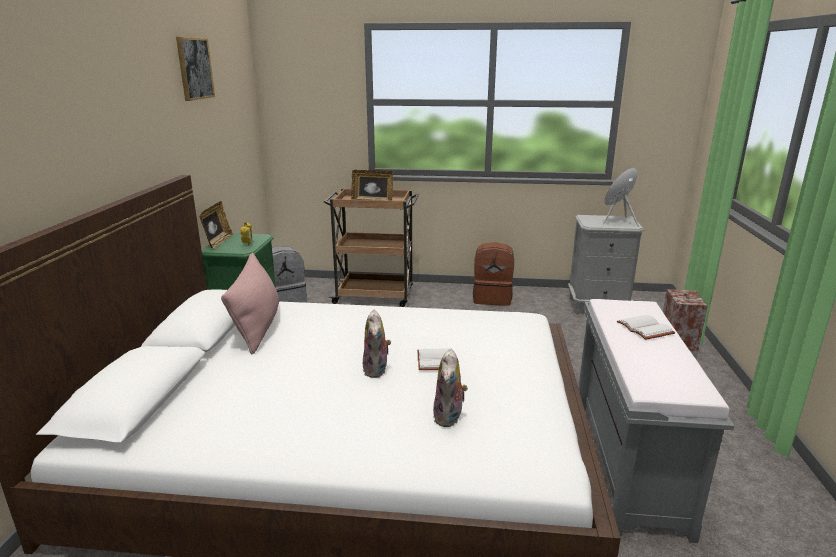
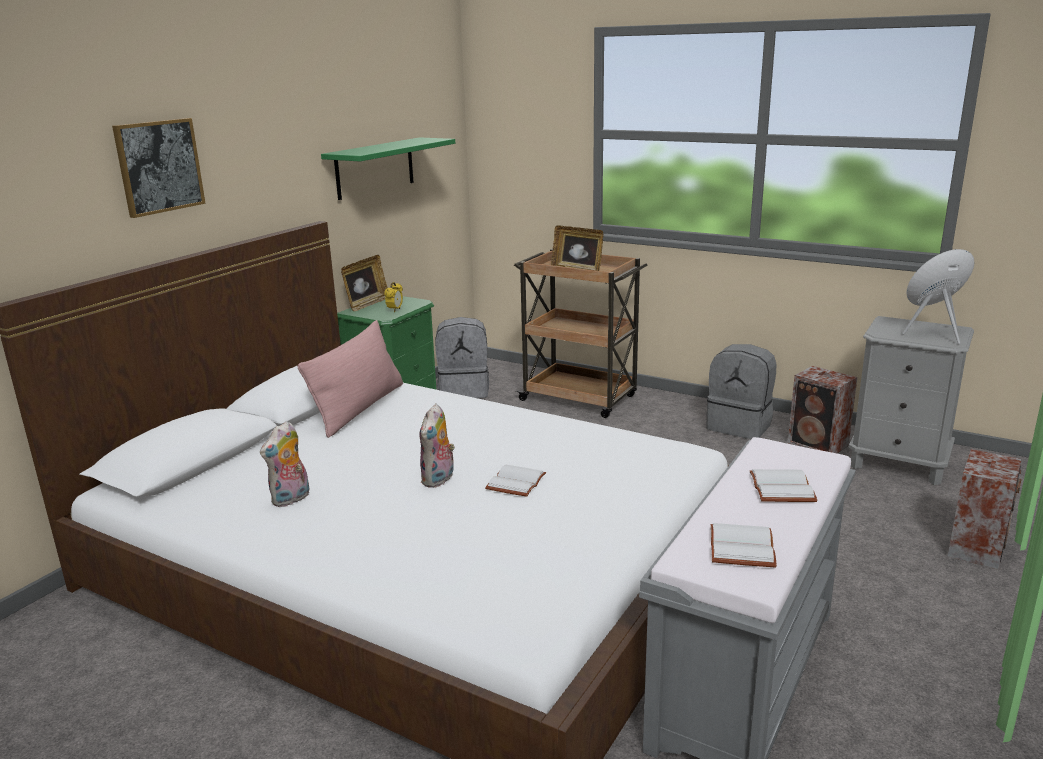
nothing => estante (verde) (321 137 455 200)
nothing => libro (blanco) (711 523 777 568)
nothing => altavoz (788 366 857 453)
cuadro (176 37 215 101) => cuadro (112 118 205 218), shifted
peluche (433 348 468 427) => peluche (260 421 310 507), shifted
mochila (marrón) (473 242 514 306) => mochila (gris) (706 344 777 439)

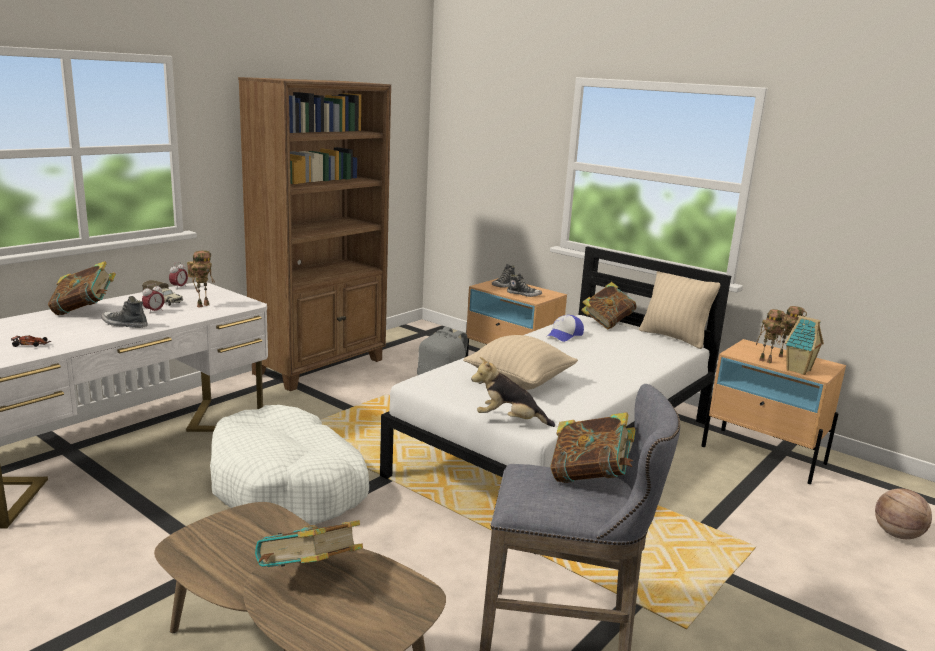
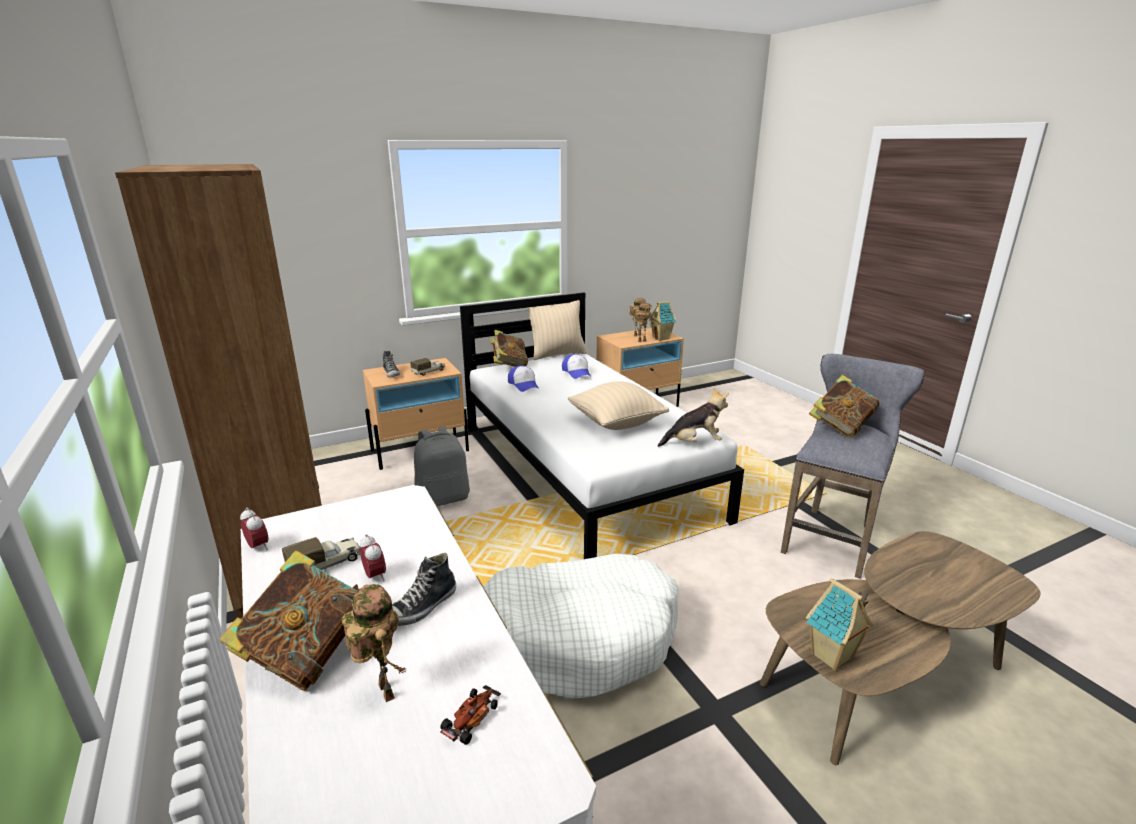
libro (255 520 363 567) => nothing
balón de baloncesto (875 488 932 539) => nothing
nothing => gorra (562 354 591 379)
nothing => casita (806 578 874 671)
robot de juguete (187 250 215 308) => robot de juguete (342 584 407 702), shifted
zapato (507 273 542 297) => camión de juguete (410 358 445 376)
peluche (471 357 555 427) => peluche (658 387 729 447), 135 degrees counterclockwise

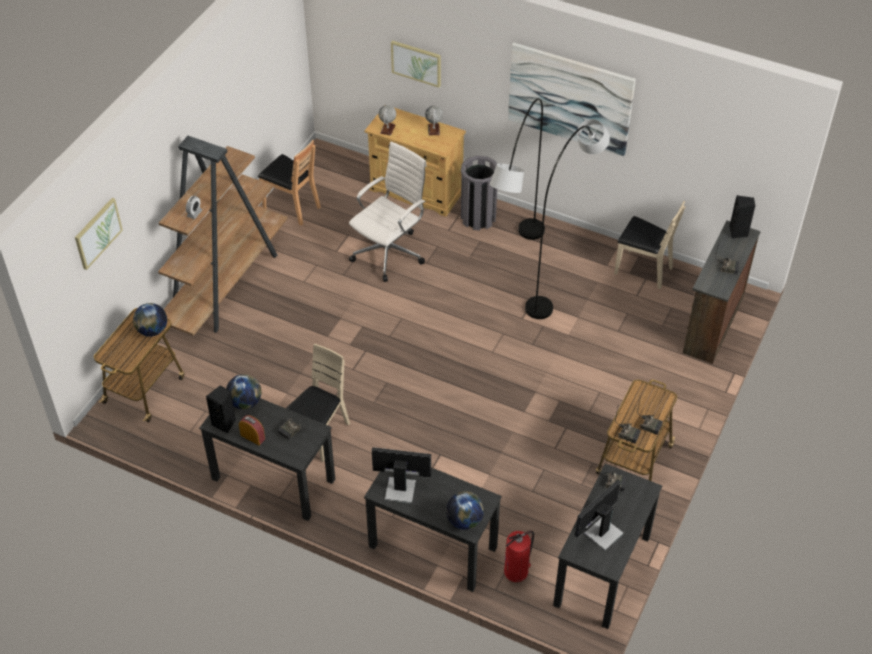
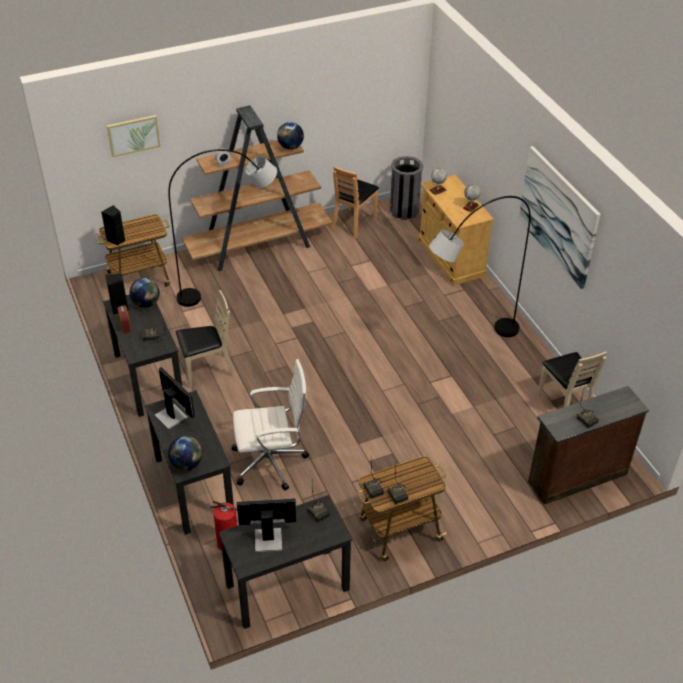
cuadro (391 40 441 88) => nothing
globo terráqueo (133 303 167 337) => globo terráqueo (277 122 304 149), shifted
silla de oficina (blanco) (349 142 427 282) => silla de oficina (blanco) (232 359 309 490), shifted
papelera (gris) (461 156 497 230) => papelera (gris) (390 156 423 220), shifted
lámpara de pie (gris) (525 119 610 319) => lámpara de pie (gris) (168 149 277 307), shifted
altavoz (negro) (730 195 755 239) => altavoz (negro) (101 205 125 245), shifted
silla (marrón) (258 140 321 226) => silla (marrón) (332 166 379 239), 45 degrees clockwise

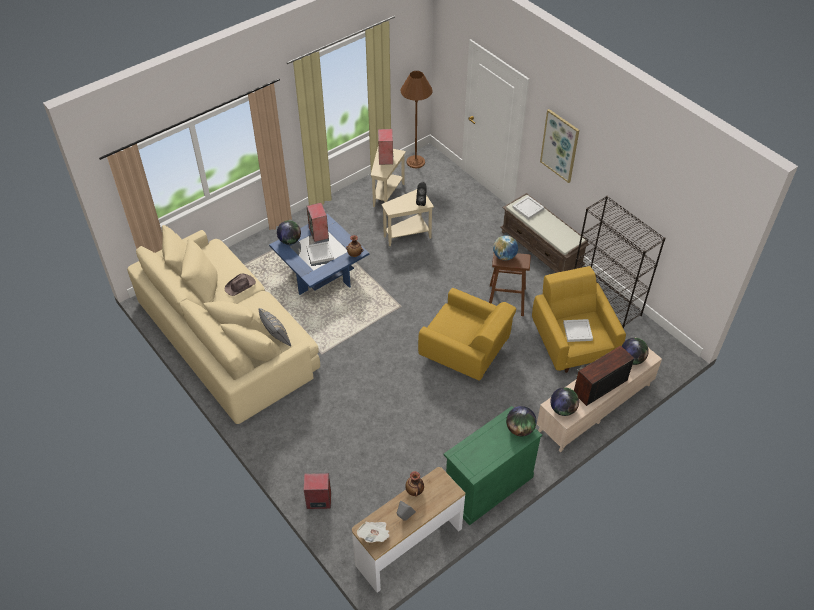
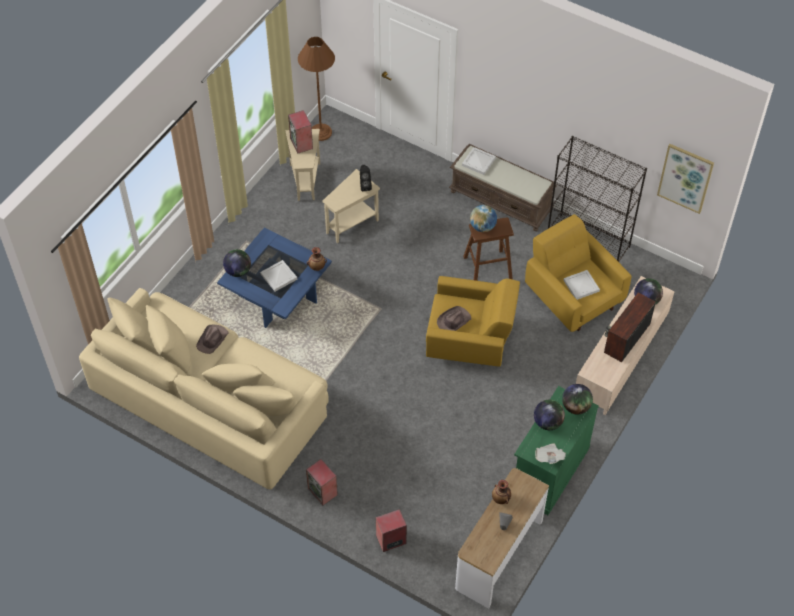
cojín (gris) (258 308 291 347) => nothing
nothing => sombrero (marrón) (437 306 471 331)
altavoz (306 203 329 242) => altavoz (306 459 338 505), shifted
periódico (357 522 390 543) => periódico (535 443 566 464), shifted
cuadro (540 109 579 183) => cuadro (657 144 714 214), shifted
globo terráqueo (550 387 579 416) => globo terráqueo (534 400 565 430), shifted

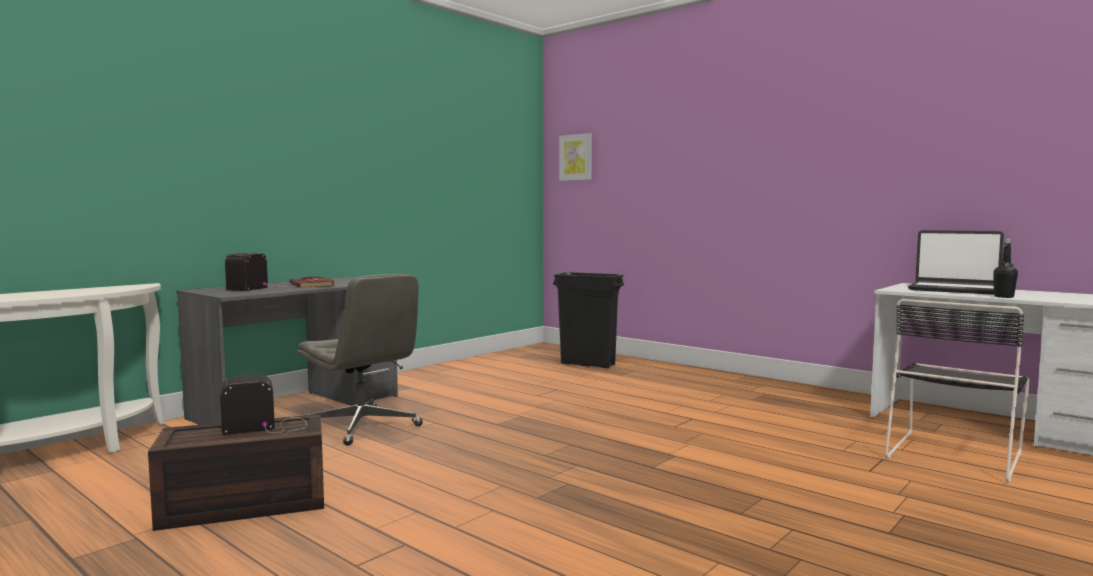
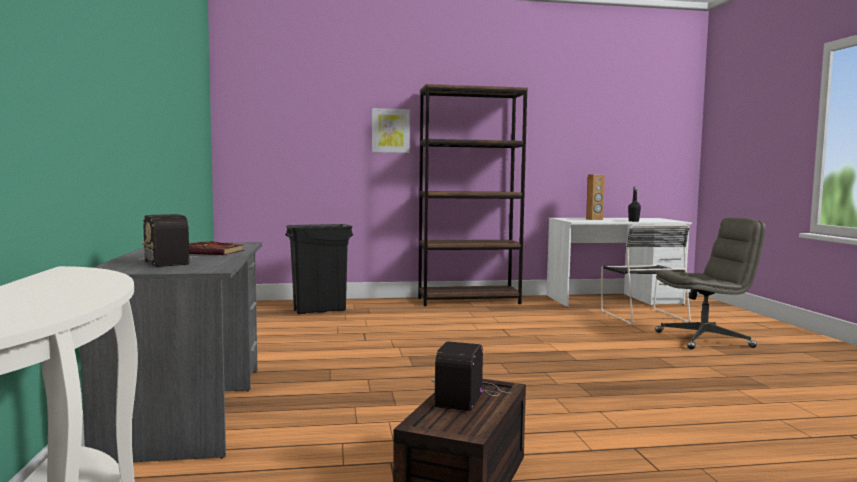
nothing => estantería (marrón) (418 84 528 306)
silla de oficina (gris) (297 274 423 446) => silla de oficina (gris) (655 217 766 349), shifted
cuadro (559 133 592 181) => cuadro (372 108 410 153), shifted
portátil (908 230 1004 295) => altavoz (marrón) (586 175 605 220)

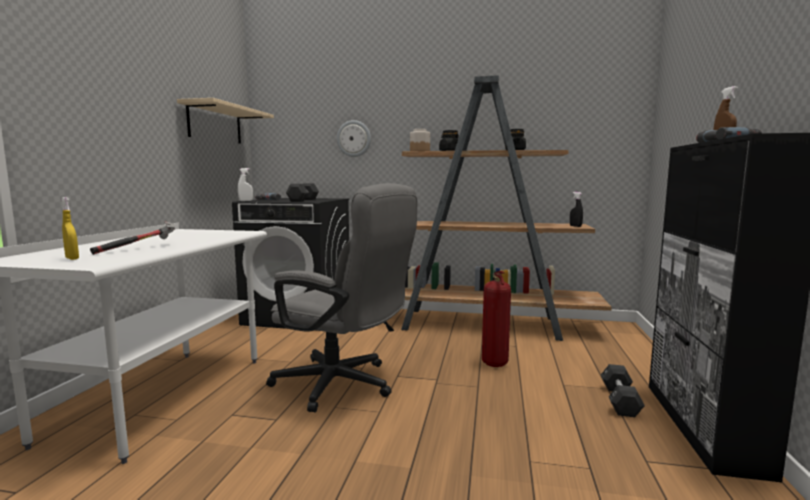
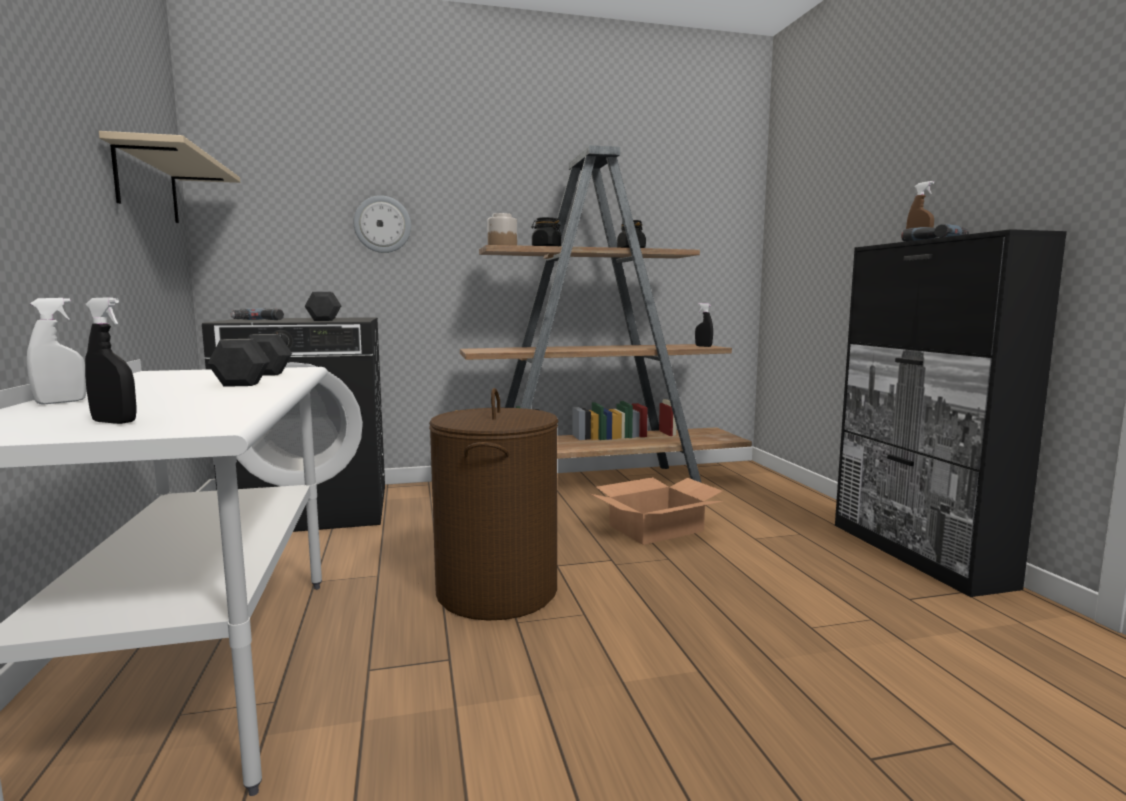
martillo (90 222 175 255) => nothing
pulverizador (blanco) (238 168 253 201) => pulverizador (blanco) (27 298 87 405), shifted
mancuerna (negro) (601 364 645 417) => mancuerna (negro) (207 334 292 387), shifted
silla de oficina (gris) (266 183 417 413) => cesto de la ropa (marrón) (429 388 558 621)
extintor (482 271 511 367) => caja de cartón (591 477 723 545)
pulverizador (amarillo) (62 197 79 260) => pulverizador (negro) (85 297 137 424)

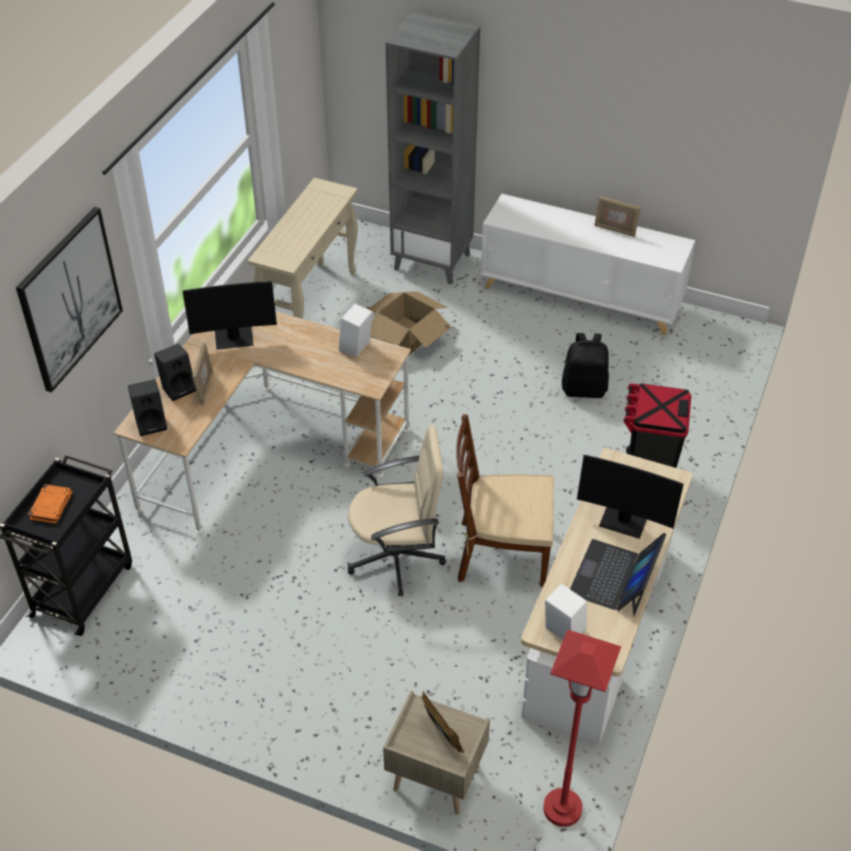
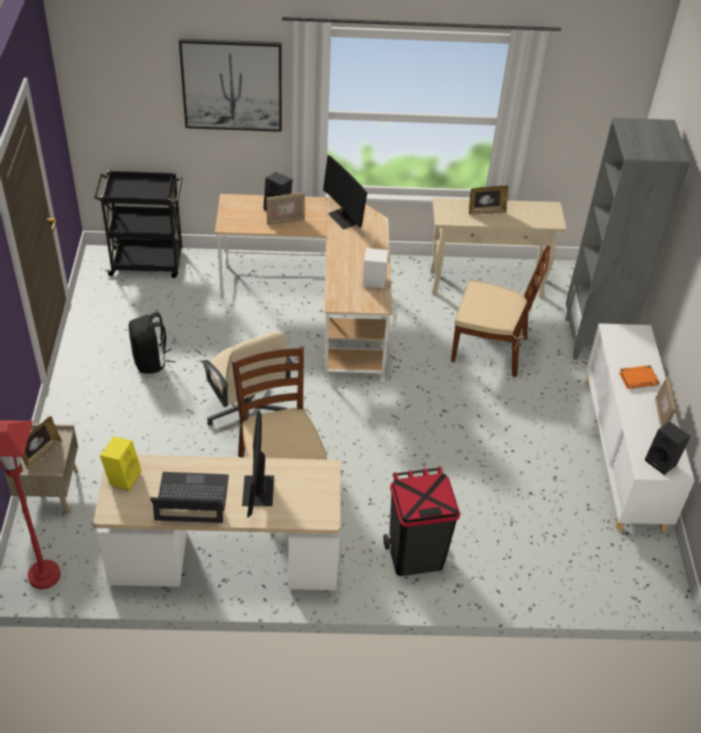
nothing => portarretratos (469 186 508 215)
libro (naranja) (28 484 73 524) => libro (naranja) (619 365 659 389), shifted
altavoz (negro) (128 379 167 436) => altavoz (negro) (645 421 691 475), shifted
mochila (negro) (562 333 609 398) => mochila (negro) (129 312 176 374), shifted
caja de cartón (368 291 451 355) => silla (marrón) (451 245 551 378)
altavoz (blanco) (545 583 587 640) => altavoz (amarillo) (100 436 142 491)

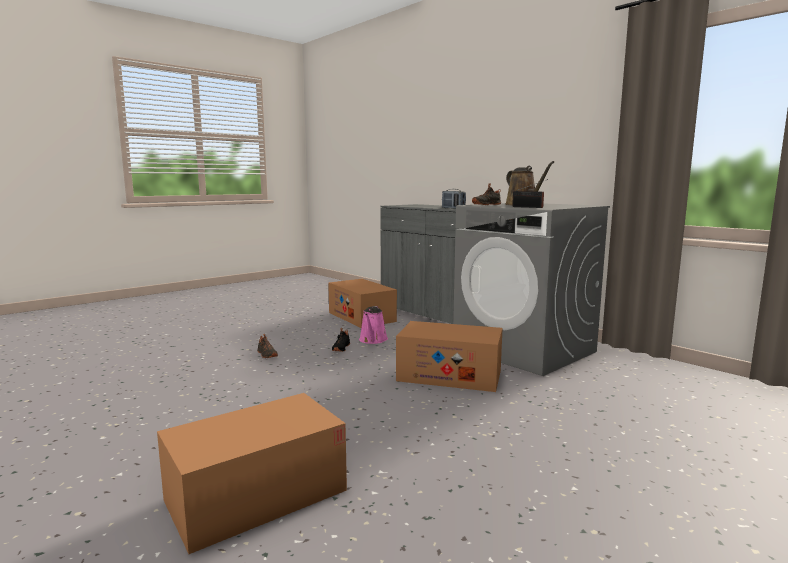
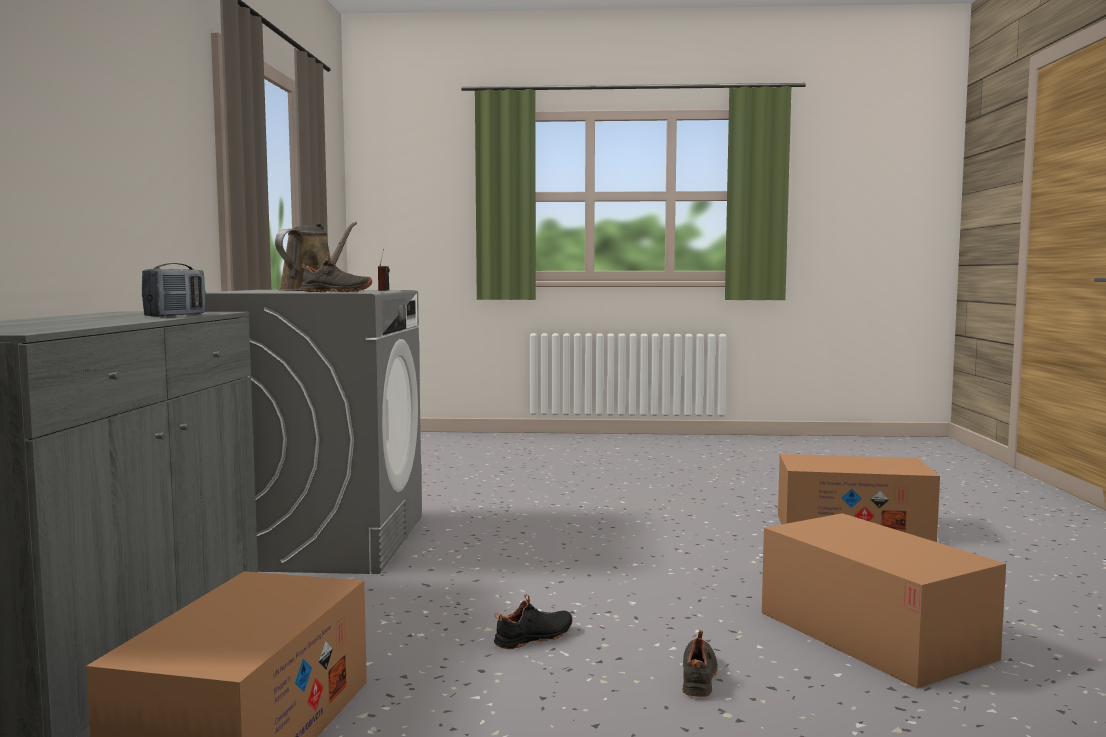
regadera (rosa) (359 306 388 344) => nothing
caja de cartón (396 321 503 392) => caja de cartón (762 513 1006 689), shifted

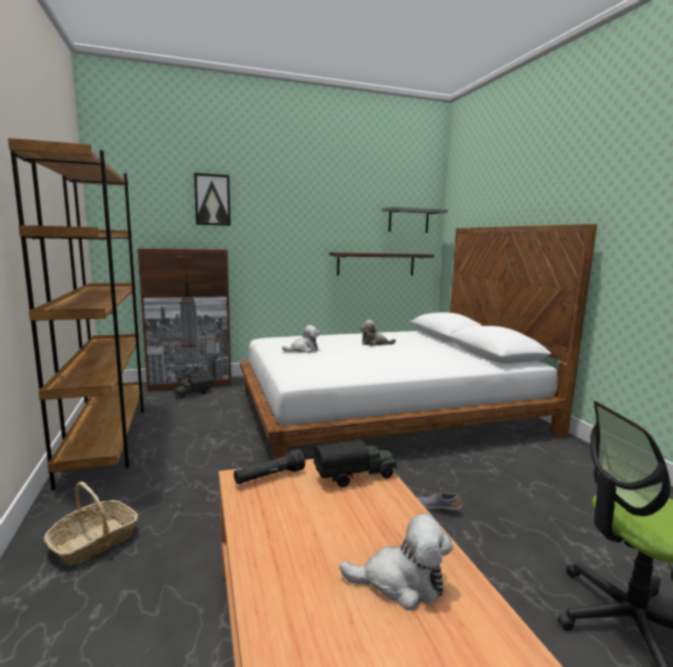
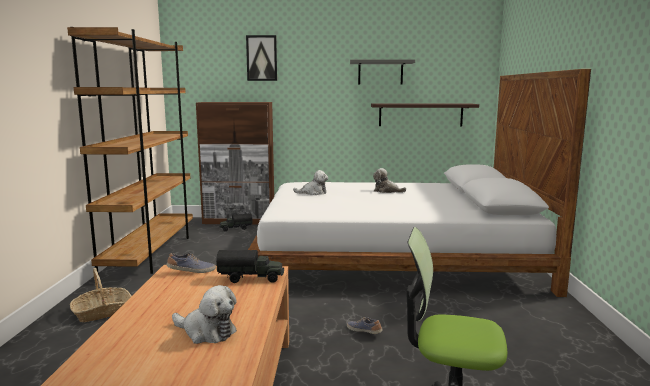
estante (gris) (382 207 448 233) => estante (gris) (350 59 415 84), shifted
linterna (negro) (234 449 305 484) => zapato (167 253 216 273)

